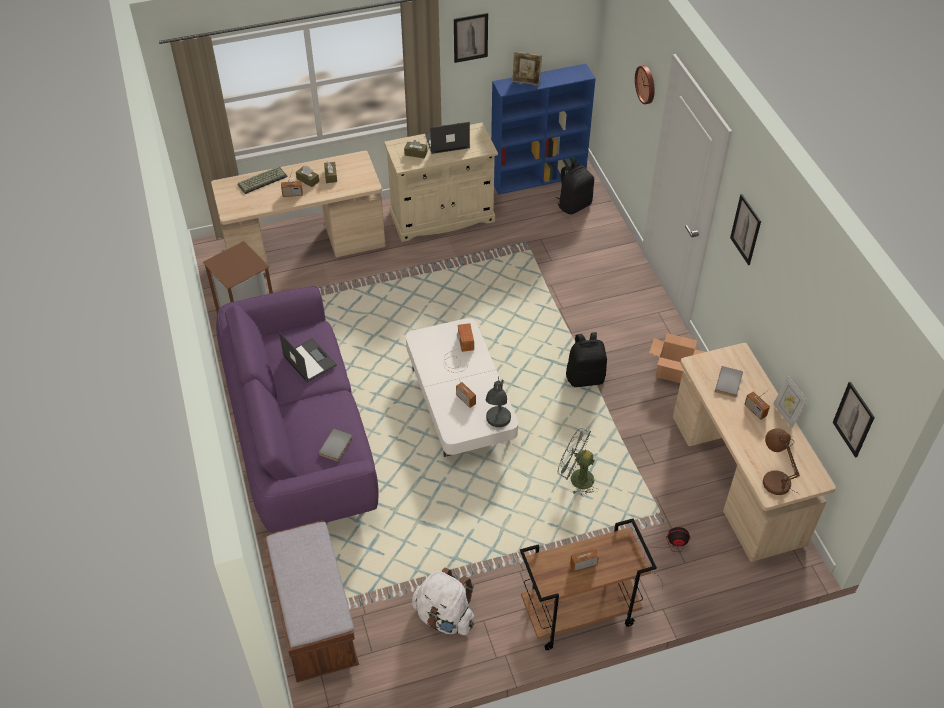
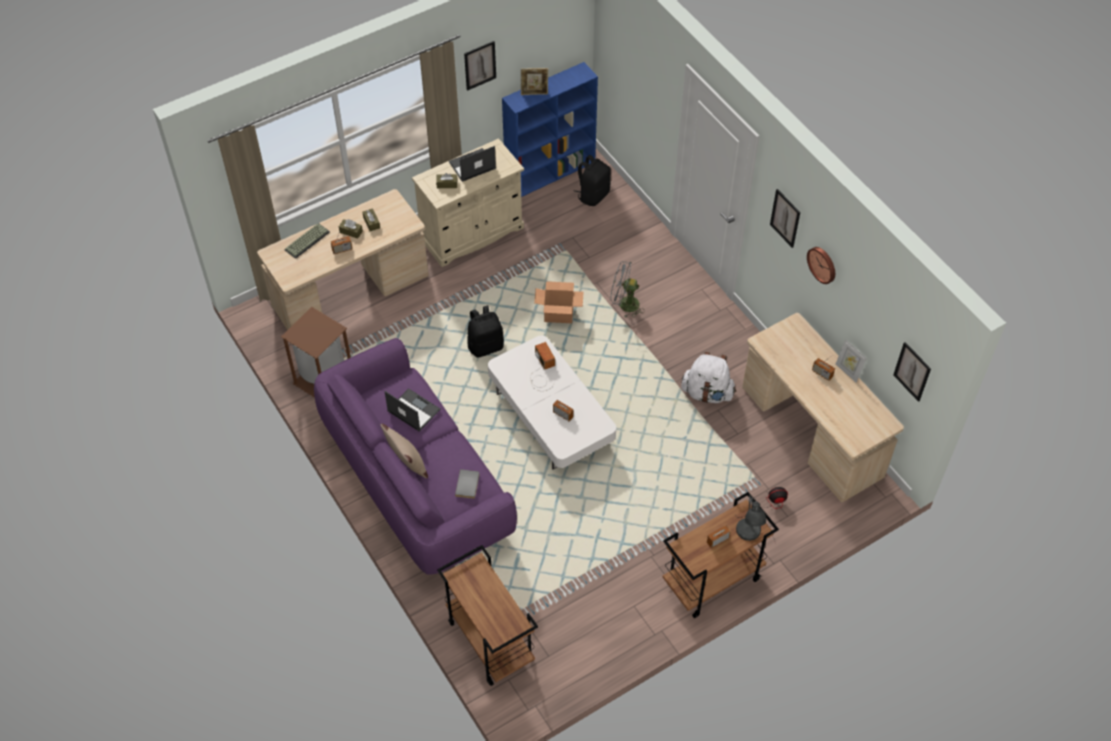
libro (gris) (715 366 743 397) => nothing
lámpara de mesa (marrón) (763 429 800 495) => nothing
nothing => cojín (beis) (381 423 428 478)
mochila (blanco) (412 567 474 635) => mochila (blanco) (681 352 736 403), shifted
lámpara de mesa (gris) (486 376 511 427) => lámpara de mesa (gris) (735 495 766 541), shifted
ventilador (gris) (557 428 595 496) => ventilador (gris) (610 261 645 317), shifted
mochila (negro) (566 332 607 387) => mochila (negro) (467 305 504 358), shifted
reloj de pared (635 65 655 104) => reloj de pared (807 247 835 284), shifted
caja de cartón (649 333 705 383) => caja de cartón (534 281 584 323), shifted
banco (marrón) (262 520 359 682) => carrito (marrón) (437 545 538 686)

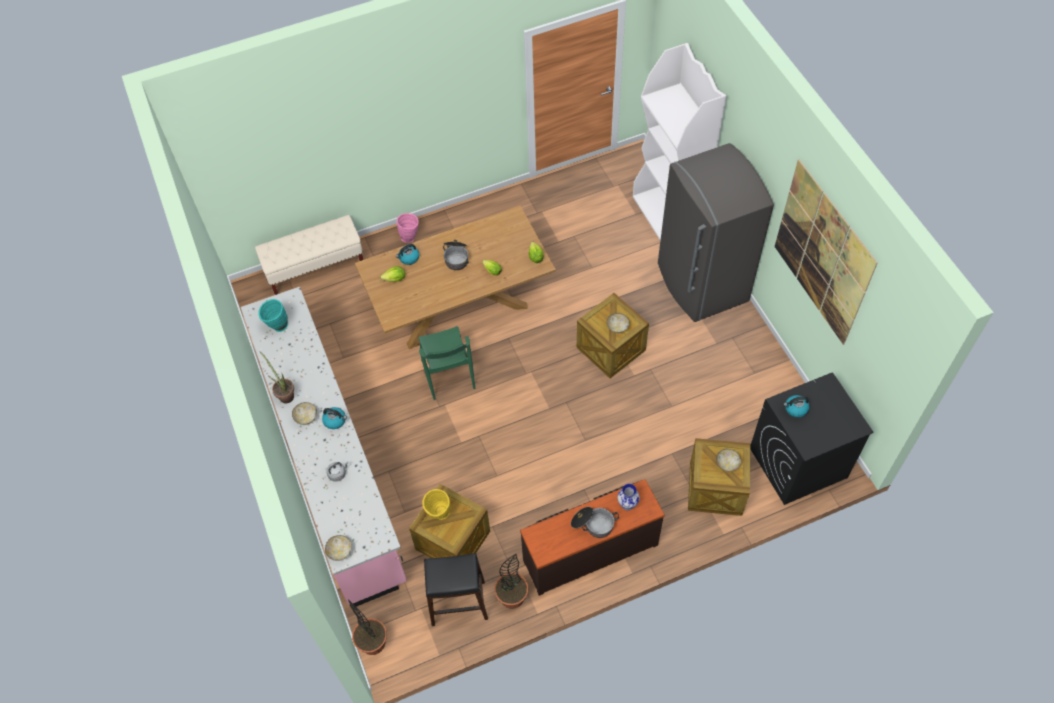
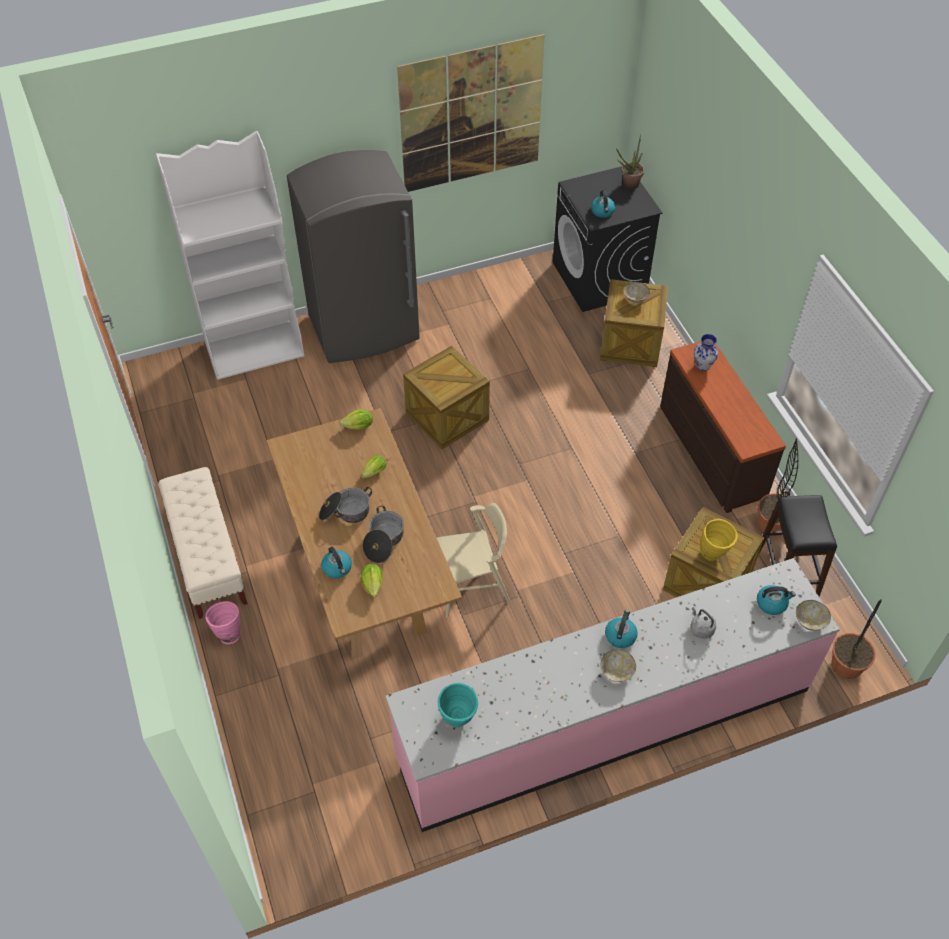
cuenco (607 313 630 333) => nothing
nothing => hervidor (757 585 796 615)
banco (beis) (255 215 363 295) => banco (beis) (158 467 248 619), shifted
planta en maceta (260 352 294 403) => planta en maceta (616 134 644 190), shifted
olla (571 507 619 538) => olla (363 506 404 563), shifted
silla (verde) (419 326 475 400) => silla (beis) (436 503 510 618)

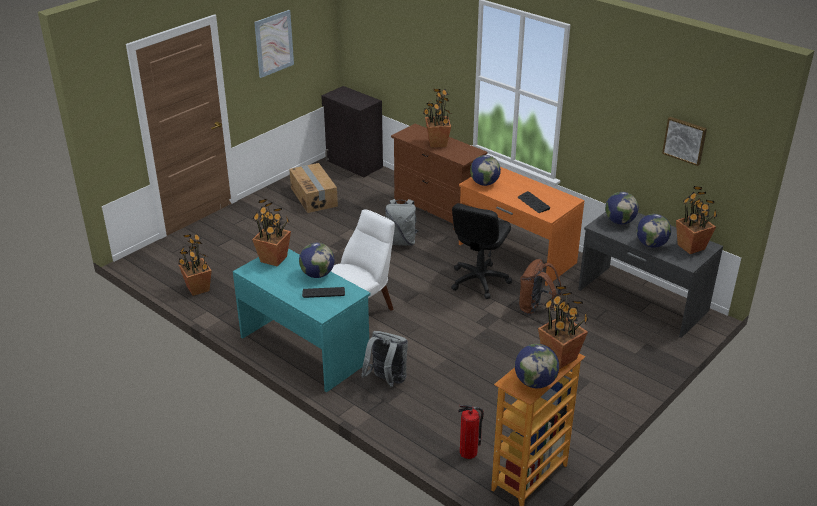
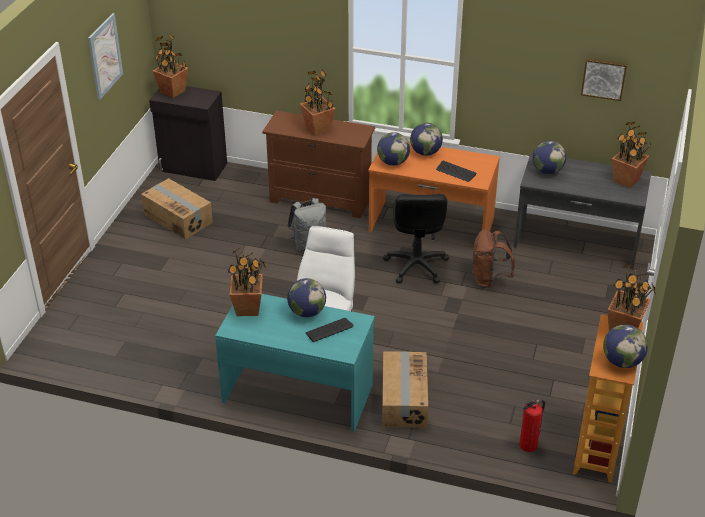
planta en maceta (179 233 212 296) => planta en maceta (153 33 188 98), shifted
globo terráqueo (637 214 671 248) => globo terráqueo (410 123 443 156), shifted
mochila (gris) (361 331 408 387) => caja de cartón (382 352 428 428)

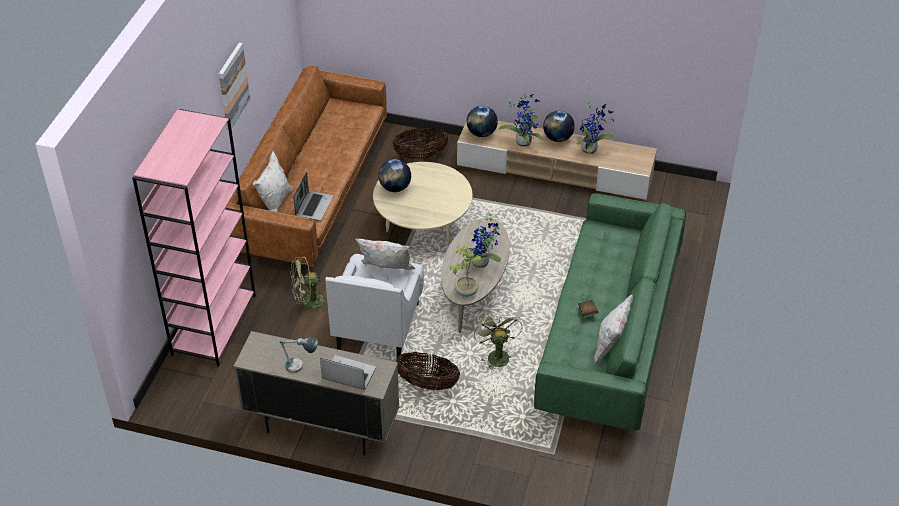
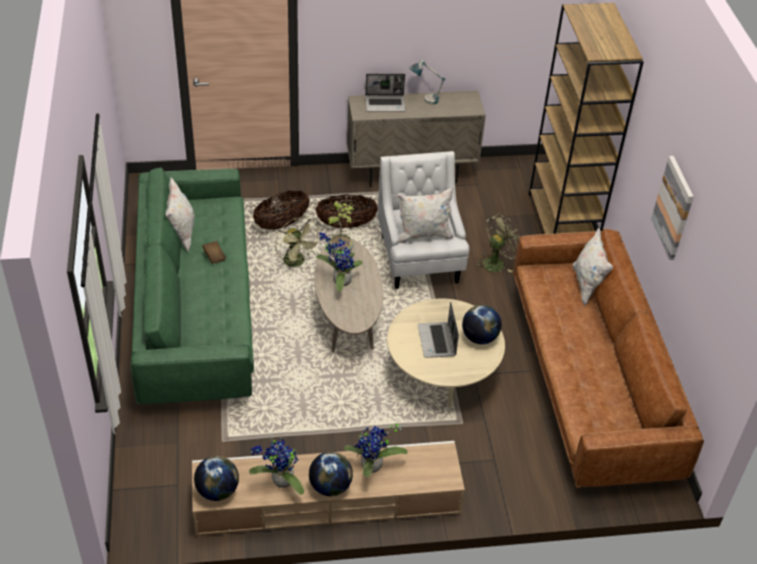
portátil (293 172 333 221) => portátil (418 302 459 358), shifted
cesta (392 128 449 159) => cesta (253 191 310 230), shifted
globo terráqueo (467 106 498 137) => globo terráqueo (194 456 239 501), shifted
estantería (rosa) (132 109 256 367) => estantería (marrón) (529 3 644 234)

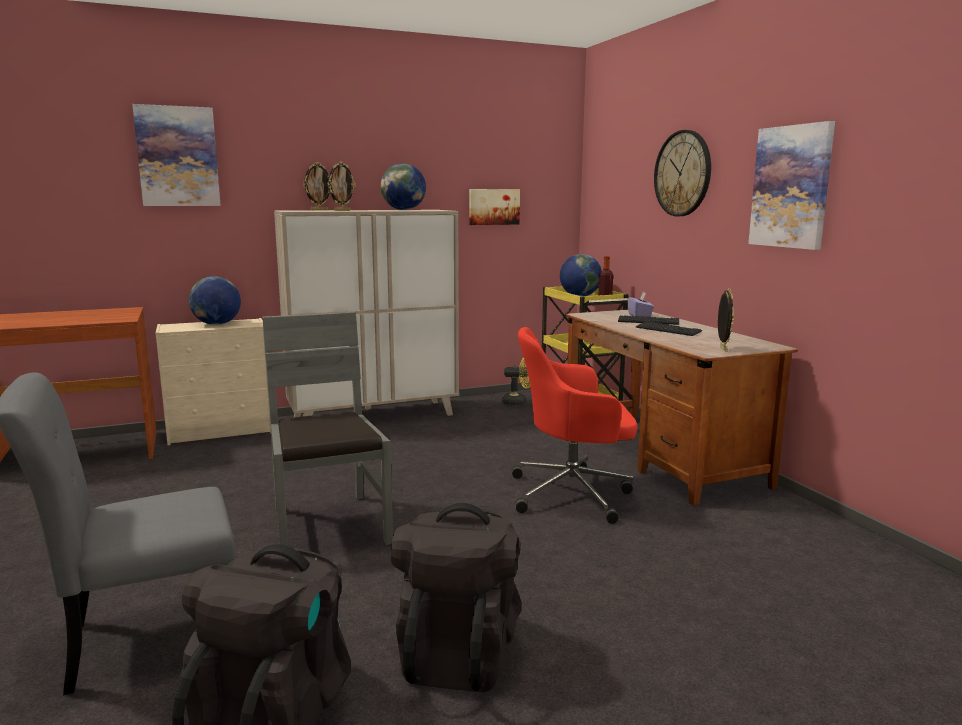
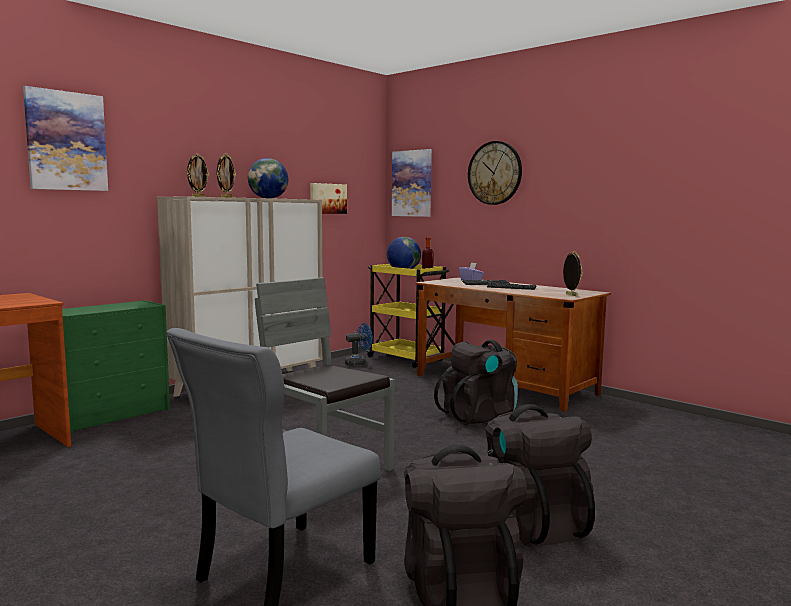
globo terráqueo (189 276 241 325) => nothing
cuadro (748 121 835 250) => cuadro (392 149 432 217), shifted
silla de oficina (rojo) (512 327 638 524) => mochila (negro) (434 340 518 425)
cómoda (beis) (156 318 271 445) => cómoda (verde) (62 300 170 433)
ventilador (amarillo) (502 357 530 405) => ventilador (azul) (345 323 373 366)

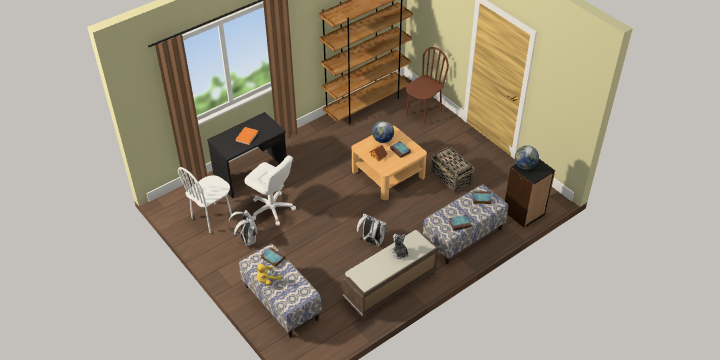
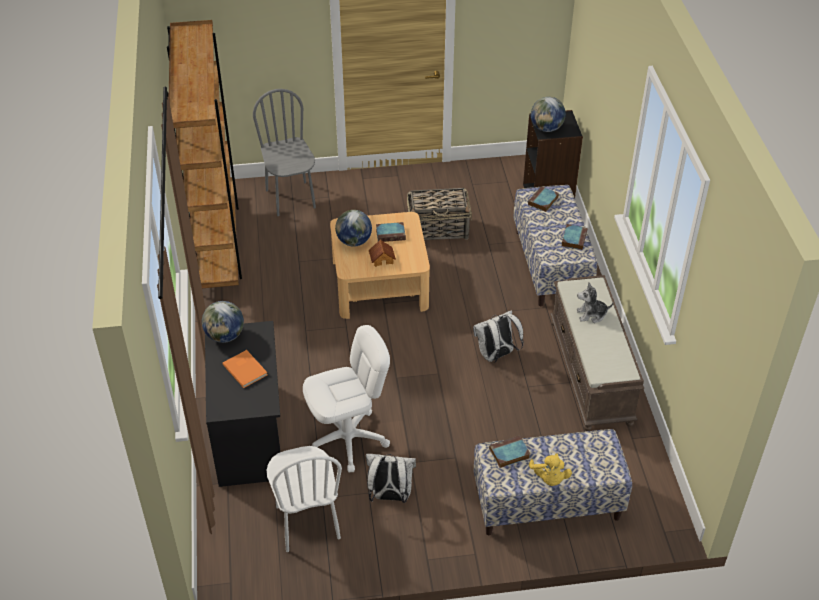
nothing => globo terráqueo (202 301 244 343)
silla (marrón) (406 47 449 125) => silla (gris) (253 89 316 216)

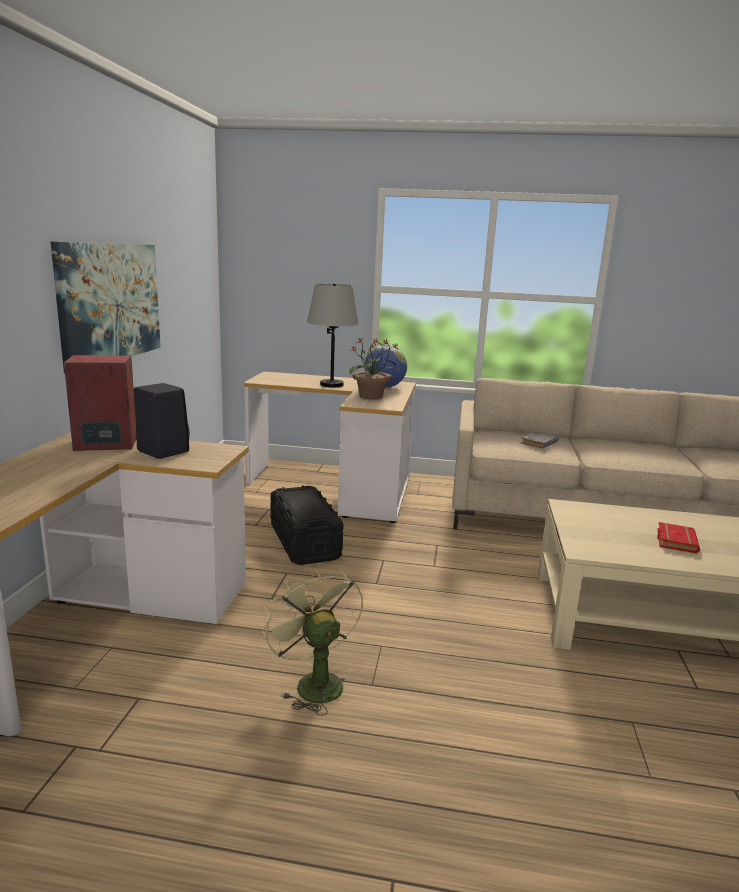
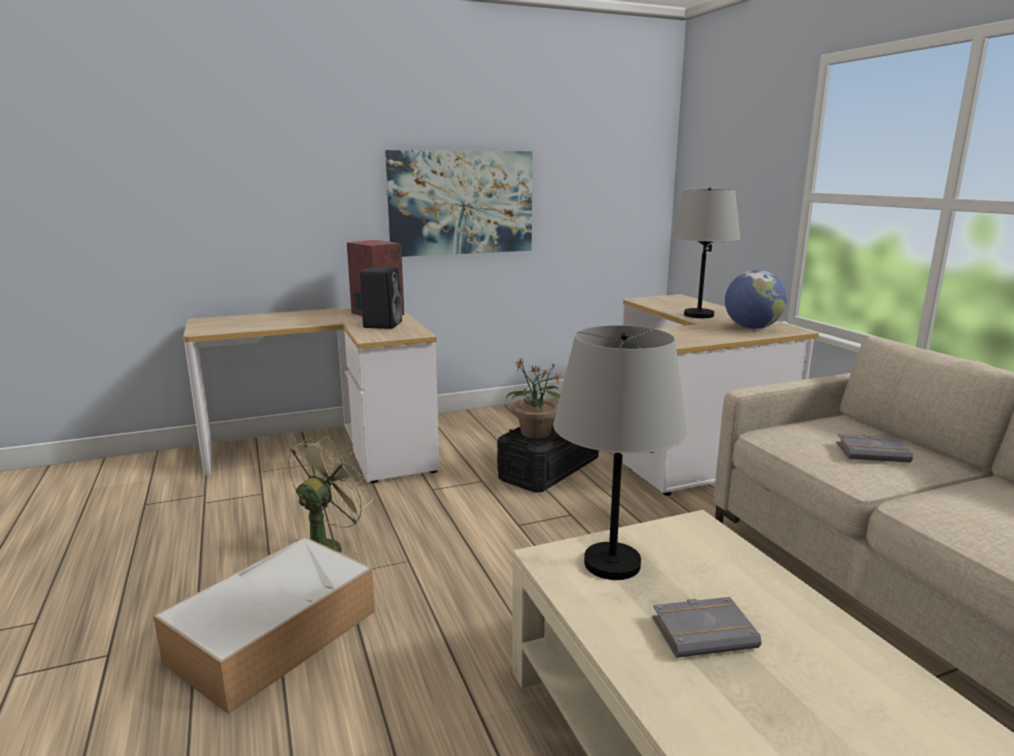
nothing => caja de almacenaje (153 537 375 714)
nothing => lámpara de mesa (gris) (553 325 688 580)
planta en maceta (349 338 400 399) => planta en maceta (506 358 561 439), shifted
libro (rojo) (657 522 700 554) => libro (gris) (652 597 762 658)

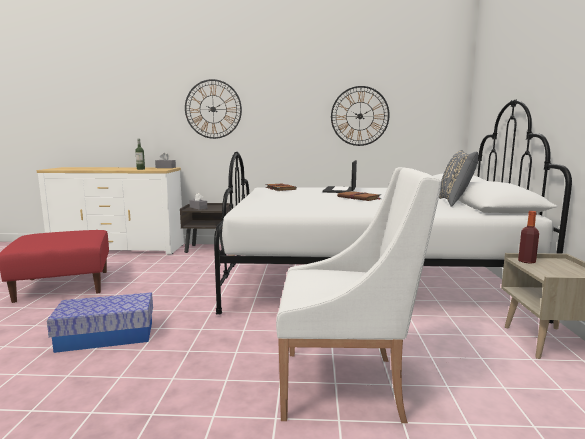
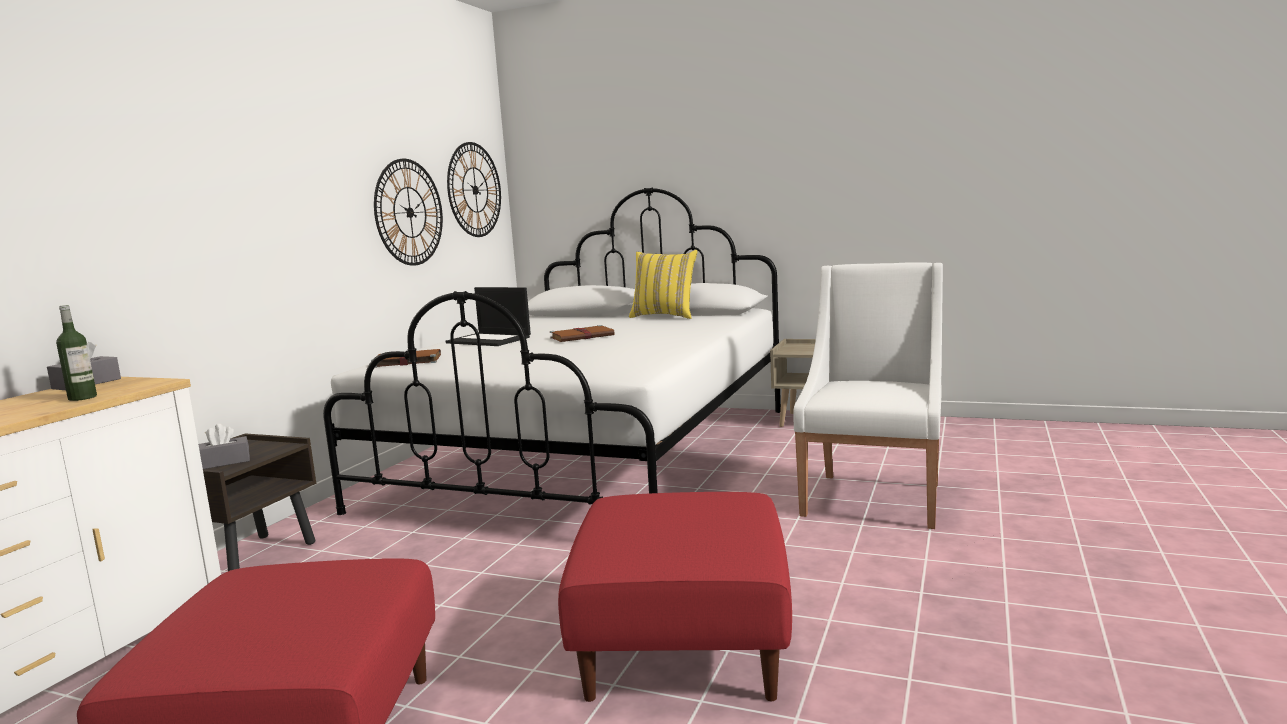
botella (518 211 539 264) => nothing
reloj de pared (185 79 242 139) => reloj de pared (447 142 501 237), shifted
caja de almacenaje (47 292 153 353) => puf (rojo) (558 492 792 702)
cojín (gris) (439 150 478 207) => cojín (amarillo) (629 250 697 319)

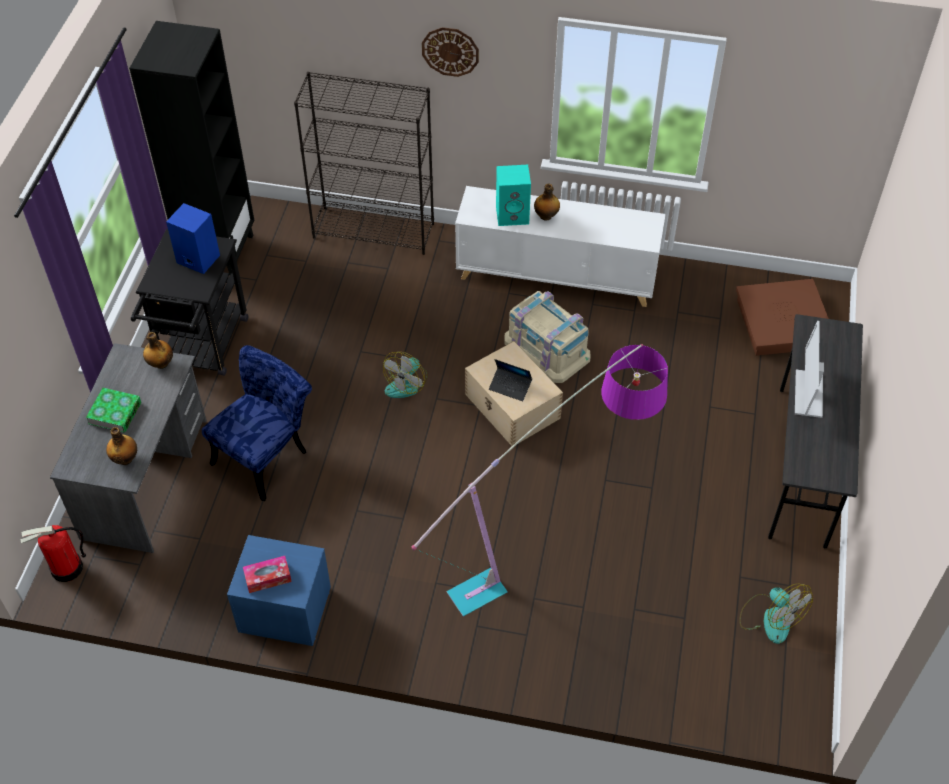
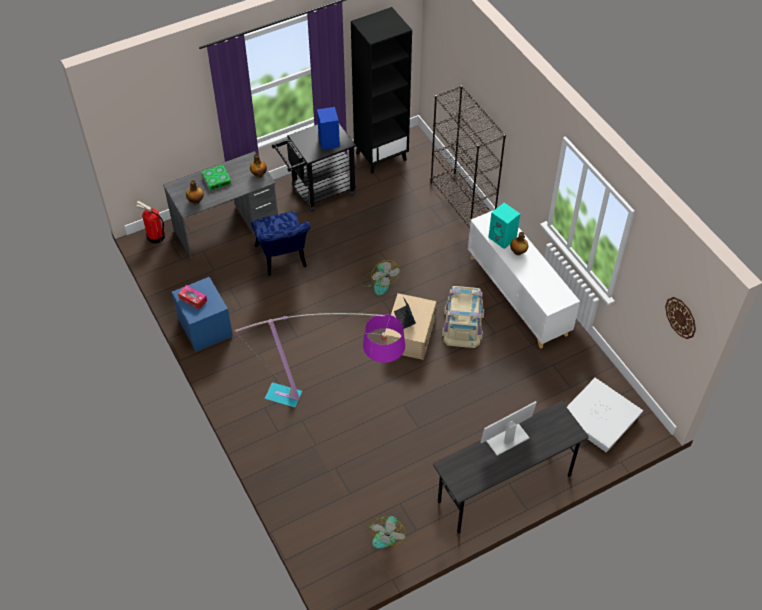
reloj de pared (422 27 479 77) => reloj de pared (665 297 696 339), shifted
caja de almacenaje (marrón) (736 279 829 356) => caja de almacenaje (blanco) (567 378 643 453)
silla (azul) (202 345 312 501) => silla (azul) (252 212 310 276), 75 degrees clockwise
ventilador (383 352 428 398) => ventilador (361 260 400 296), 105 degrees counterclockwise

